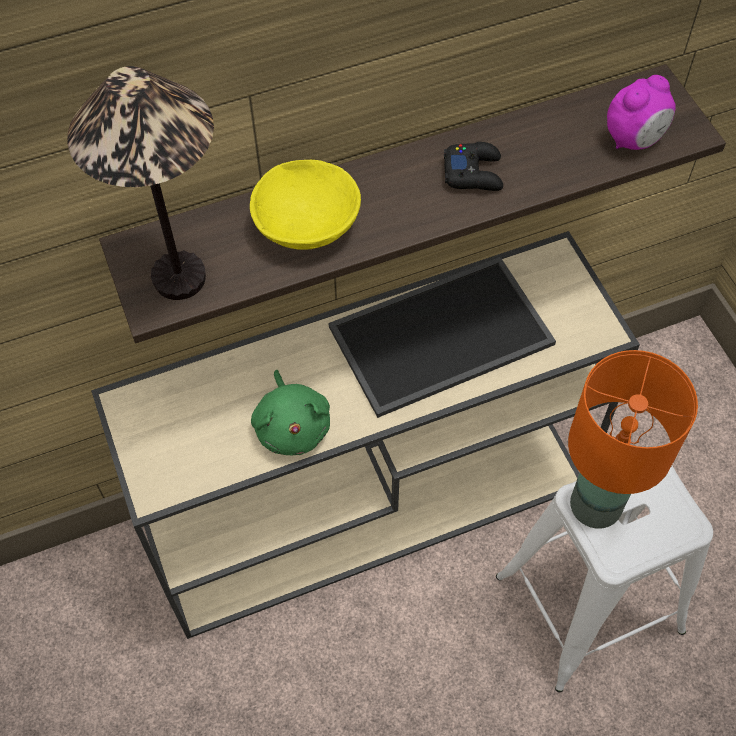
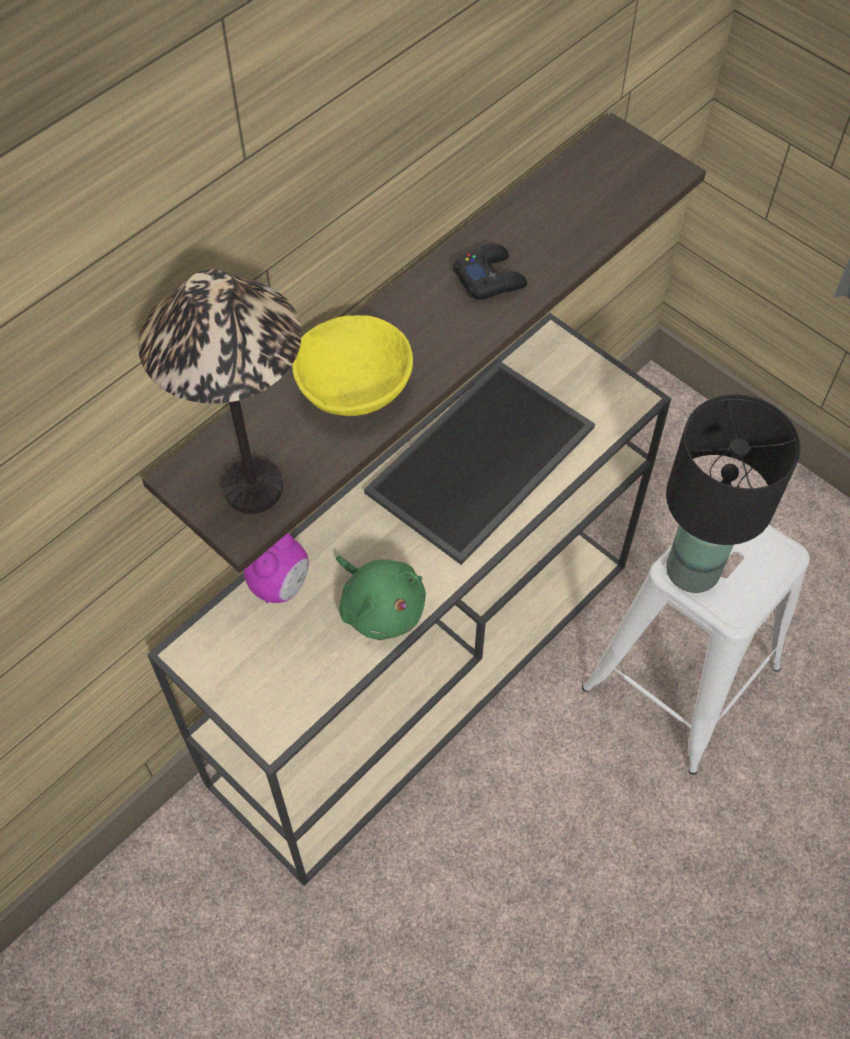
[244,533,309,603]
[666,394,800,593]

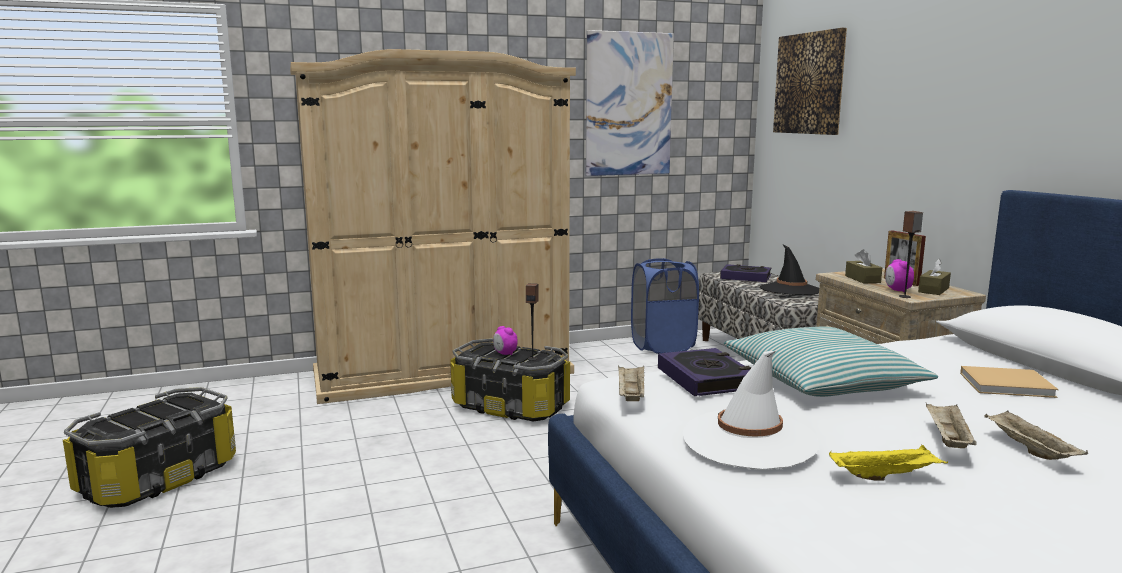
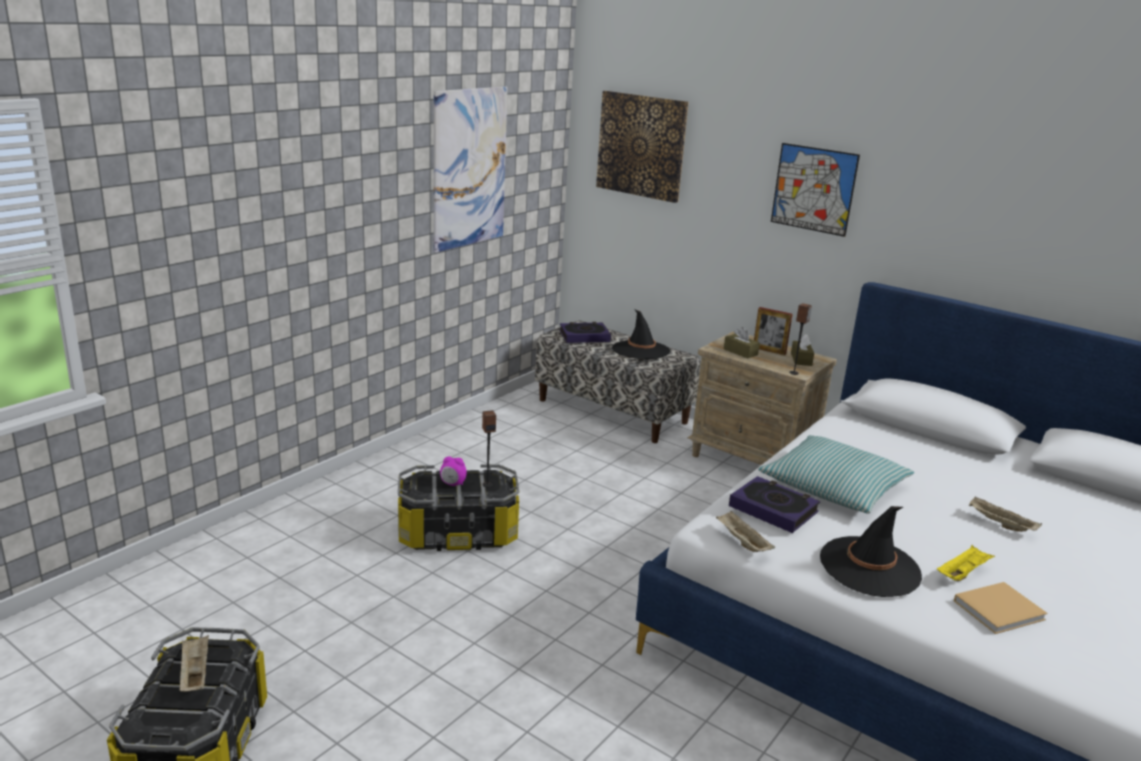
[180,635,209,692]
[771,143,860,237]
[820,506,922,597]
[954,582,1048,634]
[290,49,576,404] (first image)
[631,258,699,354] (first image)
[885,259,914,292] (first image)

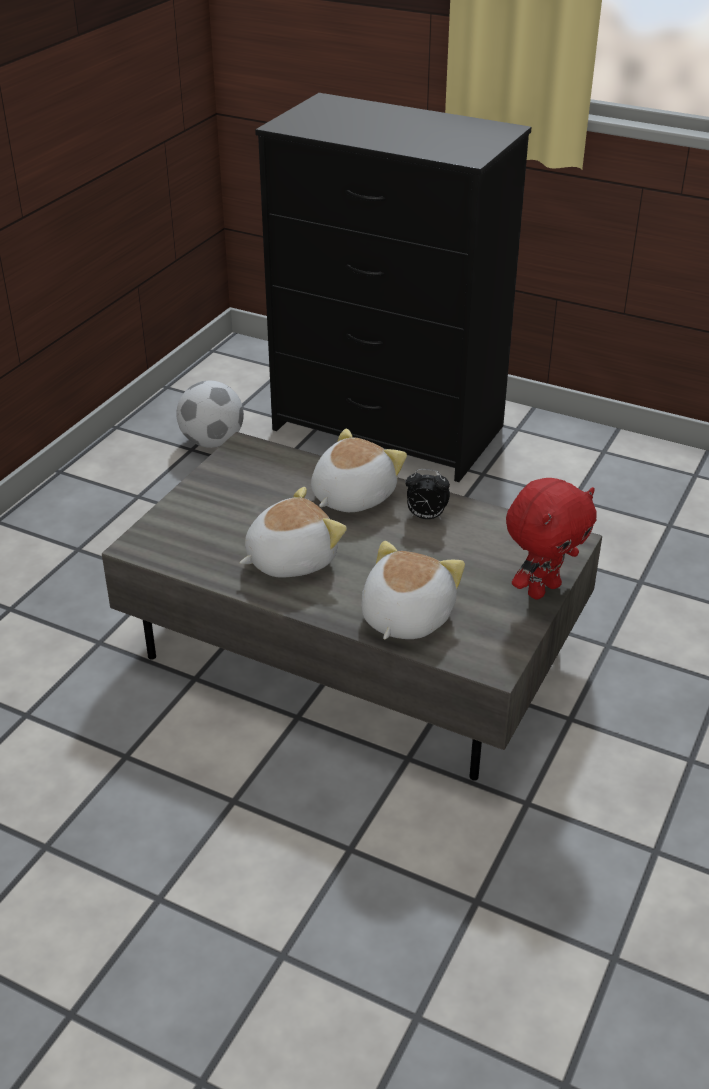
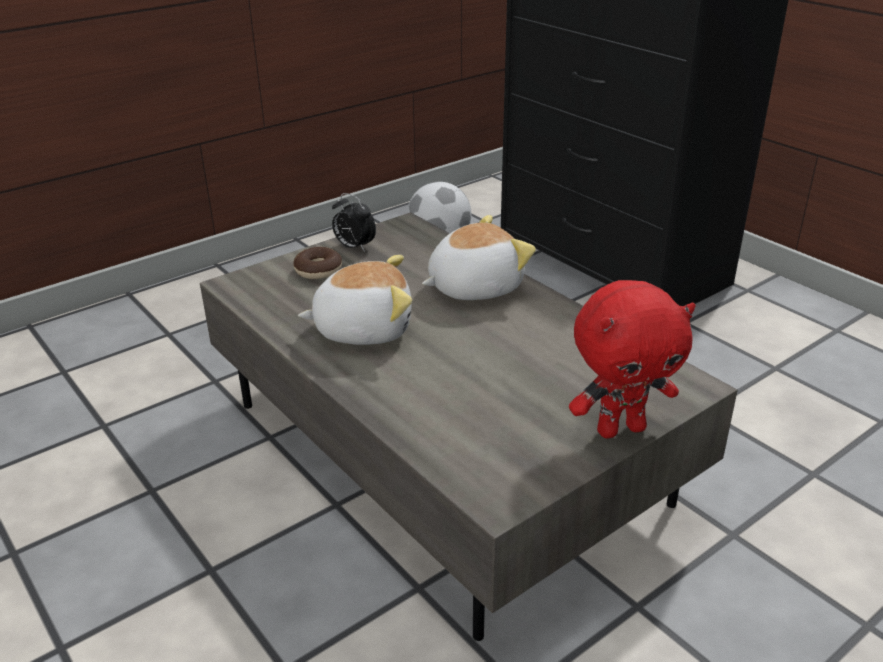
[293,247,342,279]
[332,193,376,252]
[361,541,465,639] (first image)

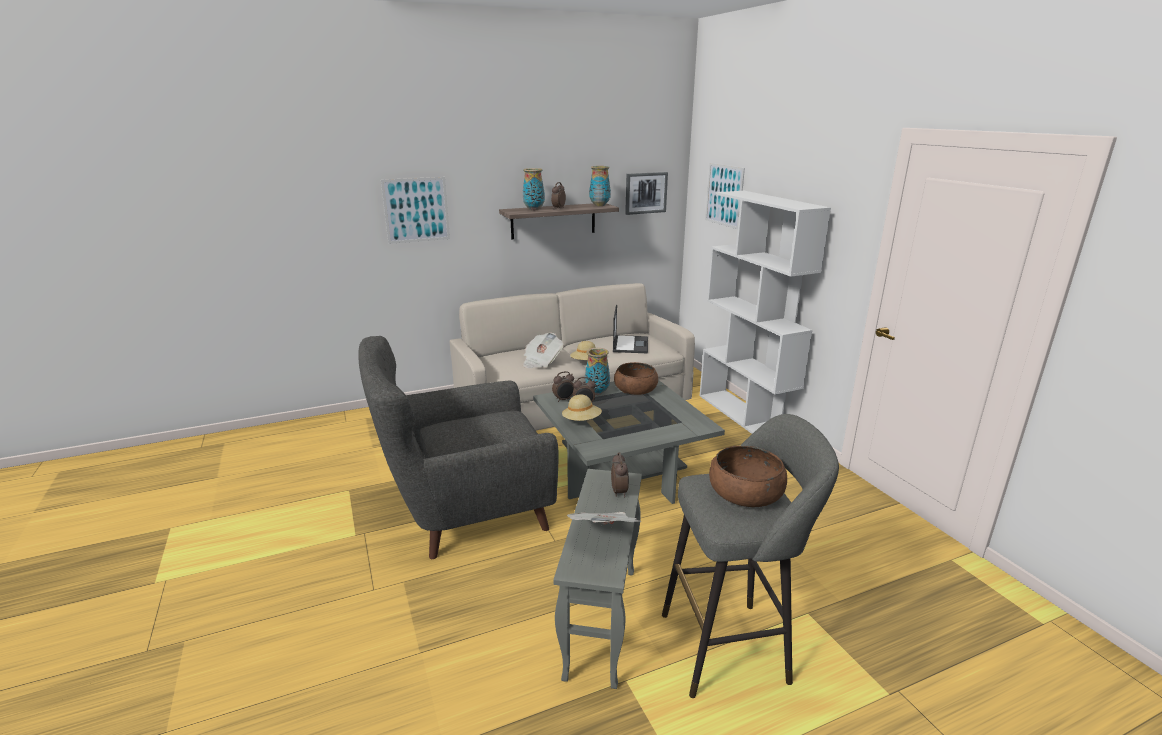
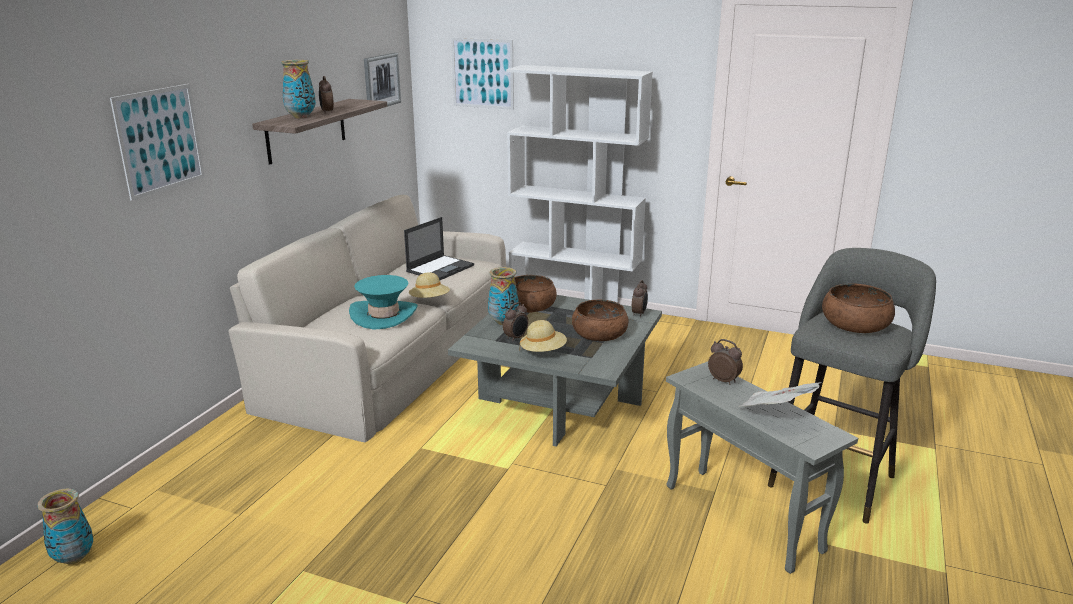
[38,488,93,564]
[349,275,418,330]
[404,217,474,280]
[572,300,629,341]
[632,280,648,317]
[358,336,559,559] (first image)

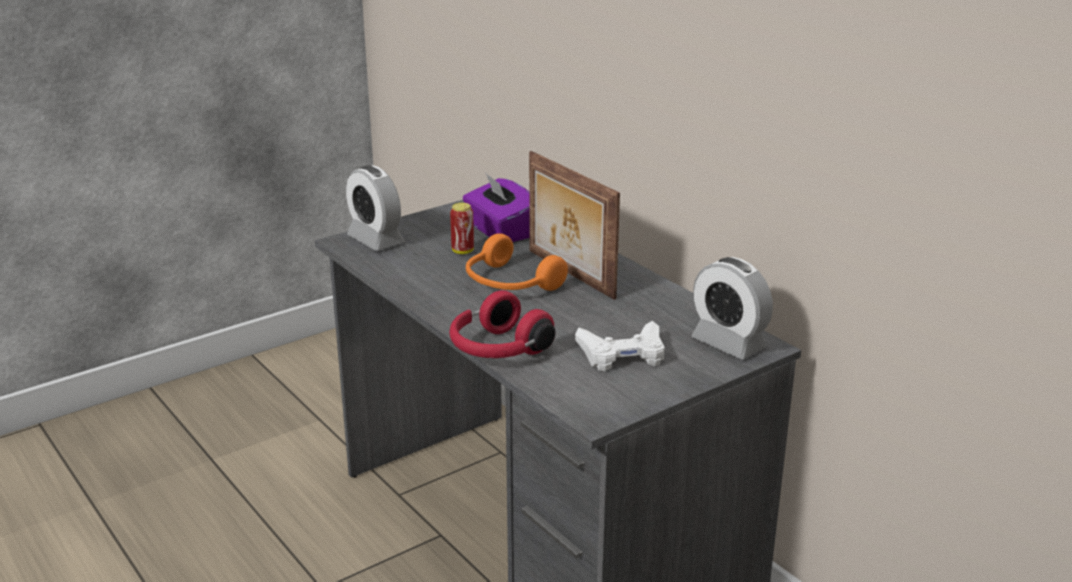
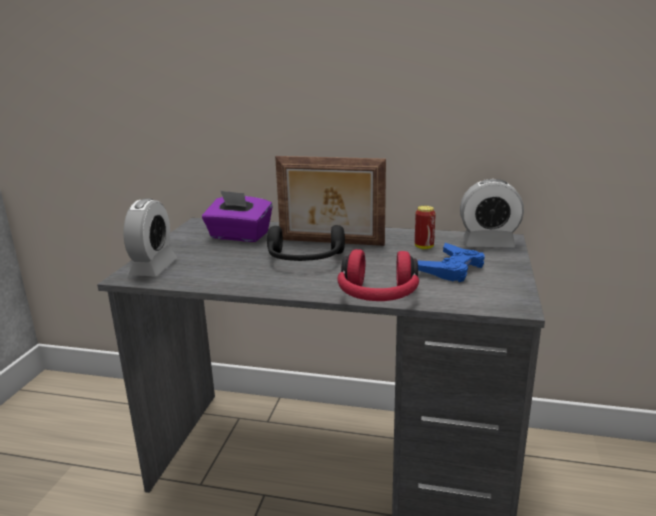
[123,198,177,276]
[267,225,345,261]
[415,206,436,249]
[417,243,485,282]

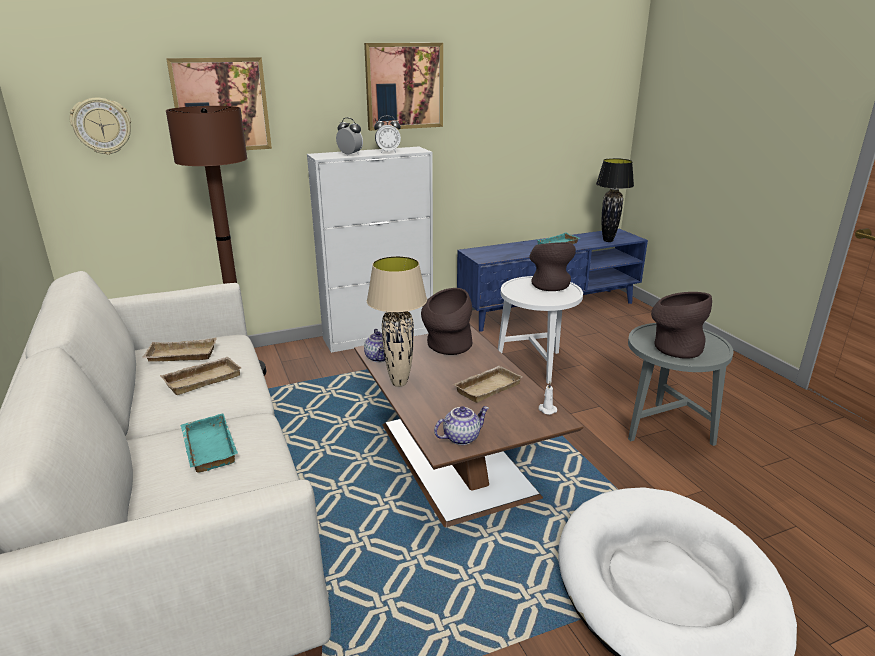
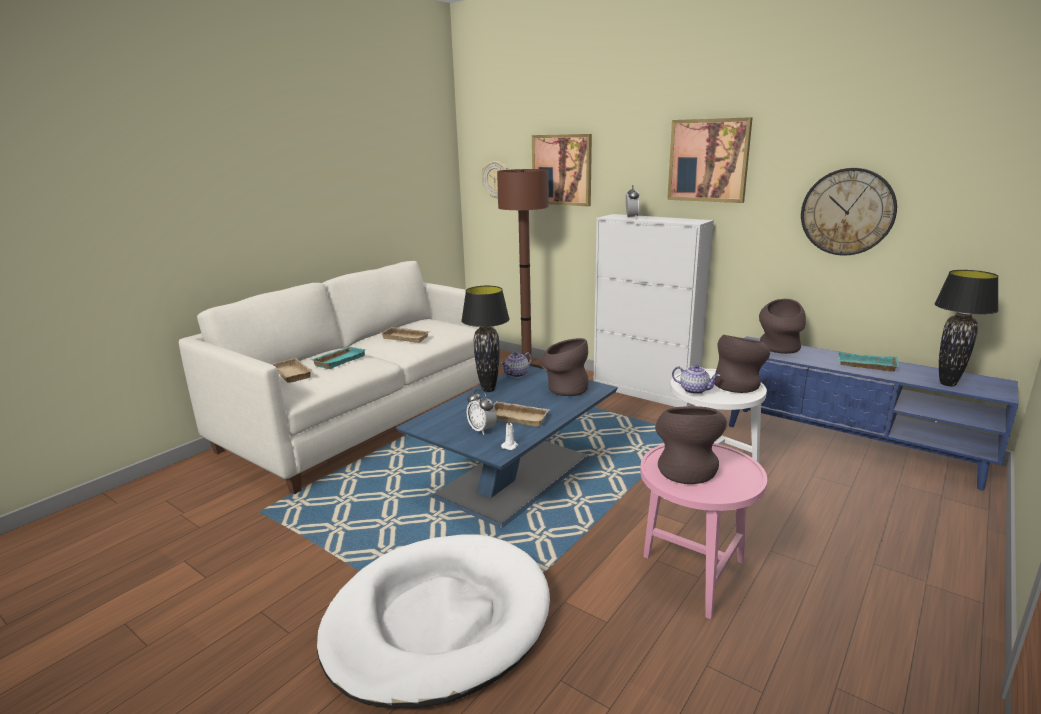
[271,358,312,383]
[396,366,618,528]
[461,286,510,392]
[466,389,497,435]
[640,443,767,619]
[672,364,720,394]
[759,299,806,354]
[801,168,897,256]

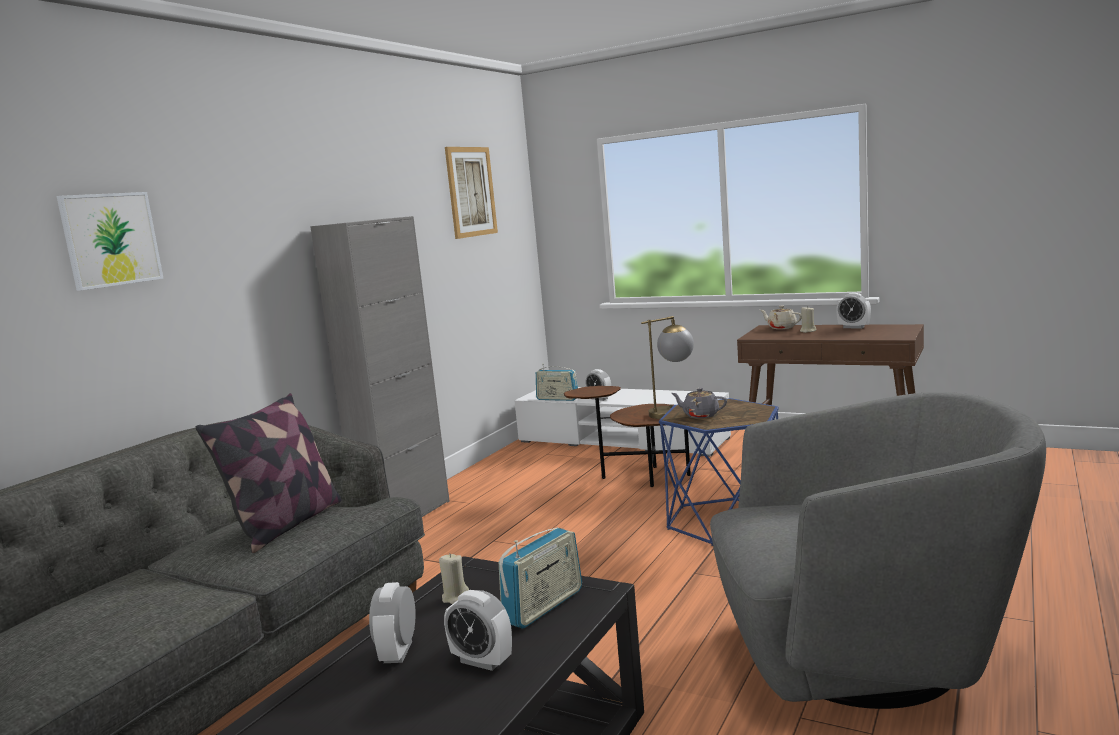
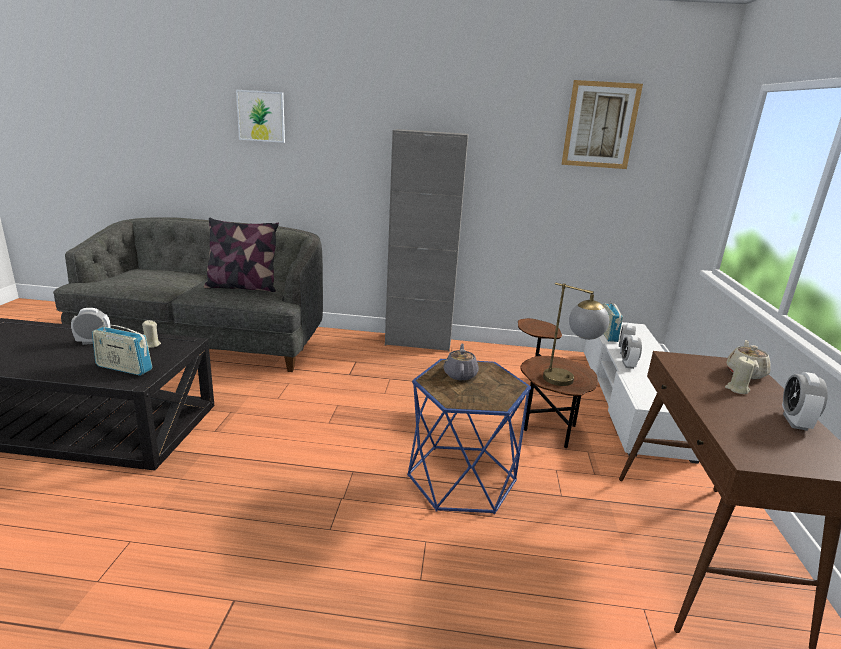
[621,335,642,369]
[710,392,1046,709] (first image)

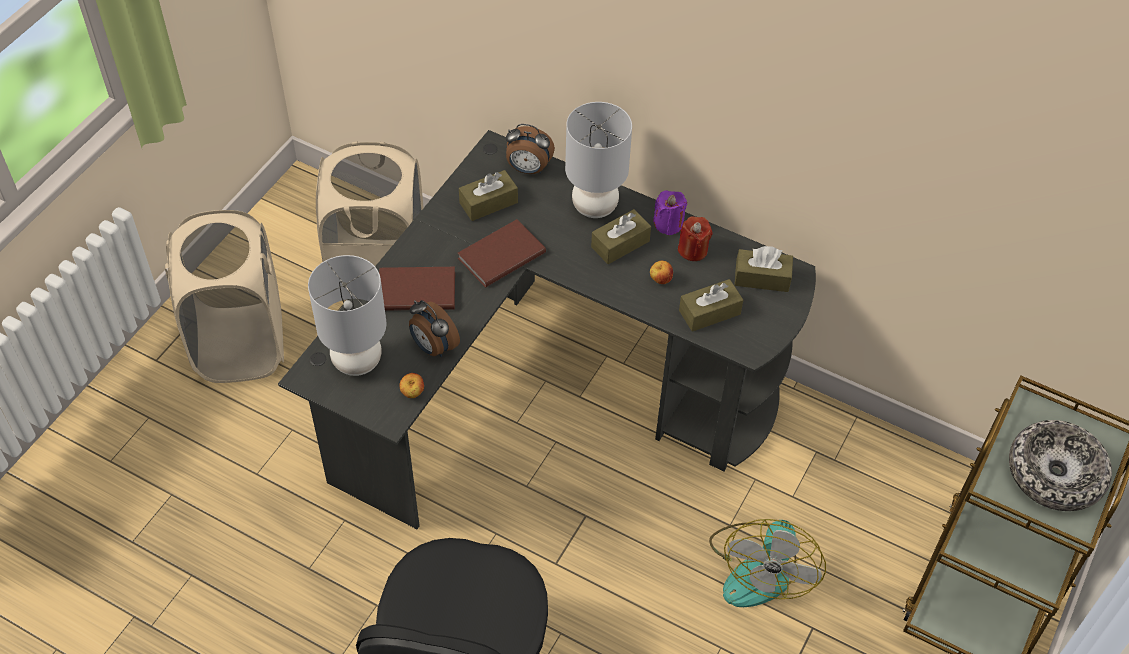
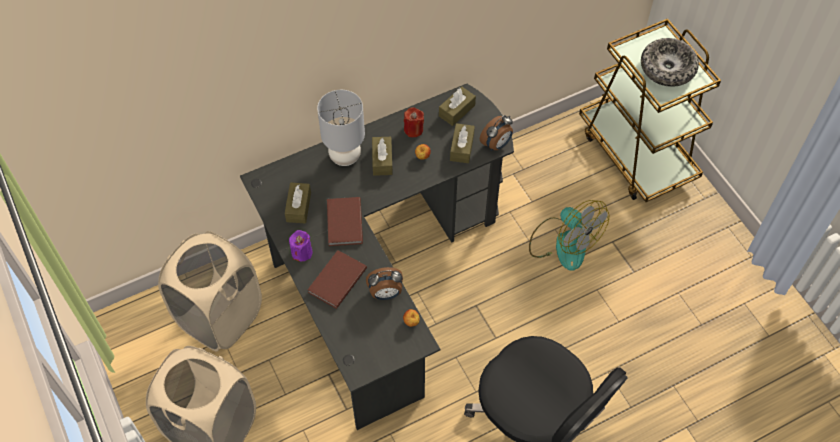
[289,230,313,262]
[480,115,513,151]
[308,255,386,376] (first image)

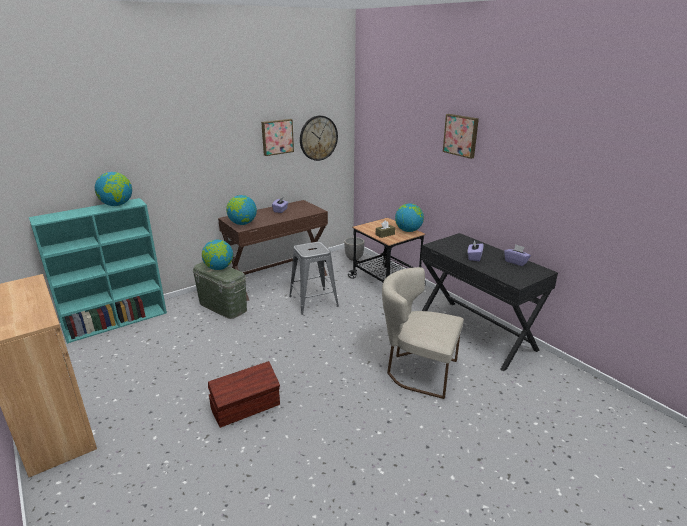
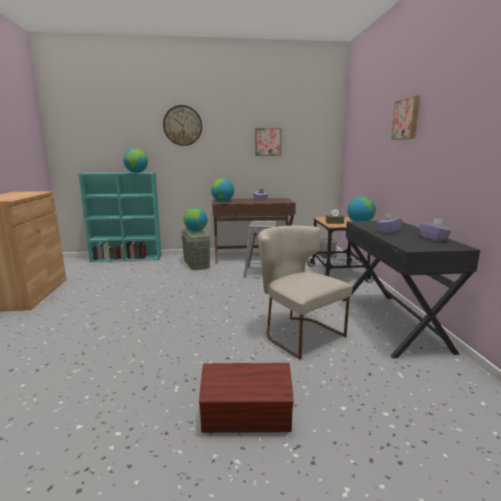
[163,105,202,146]
[199,363,294,433]

